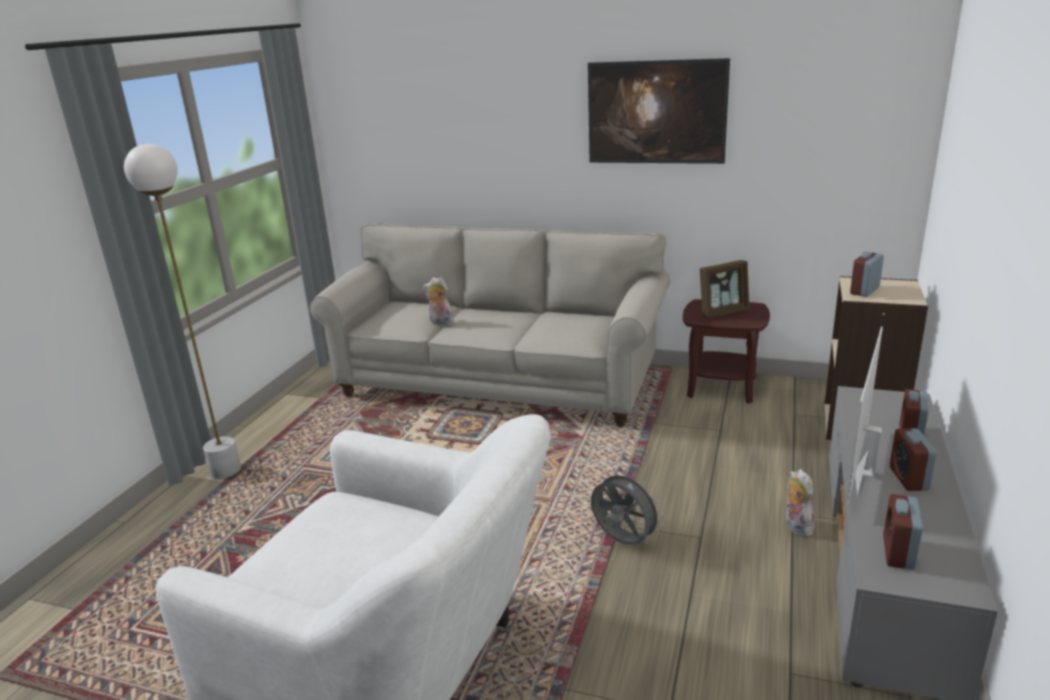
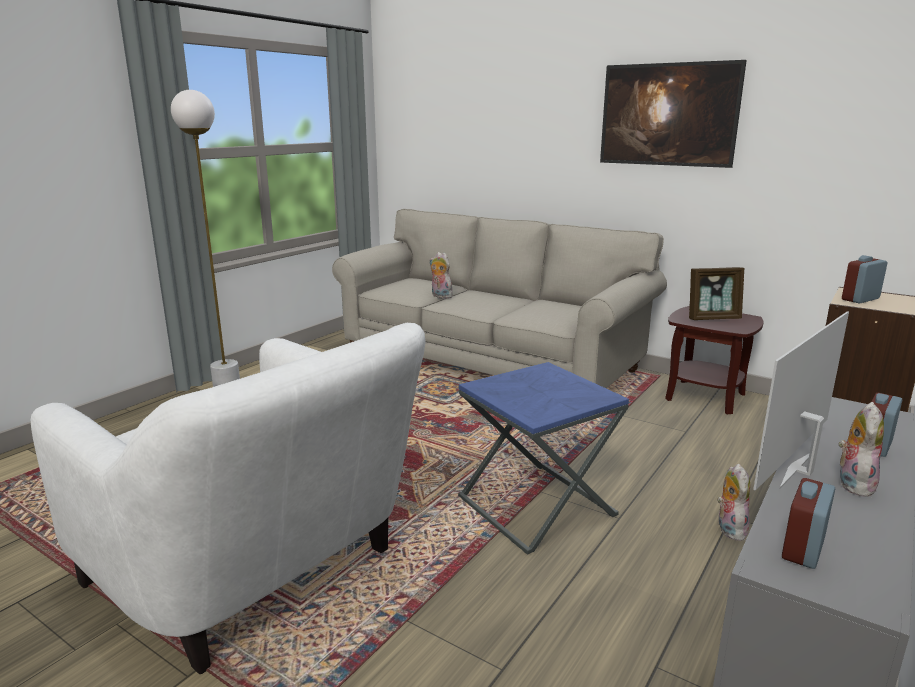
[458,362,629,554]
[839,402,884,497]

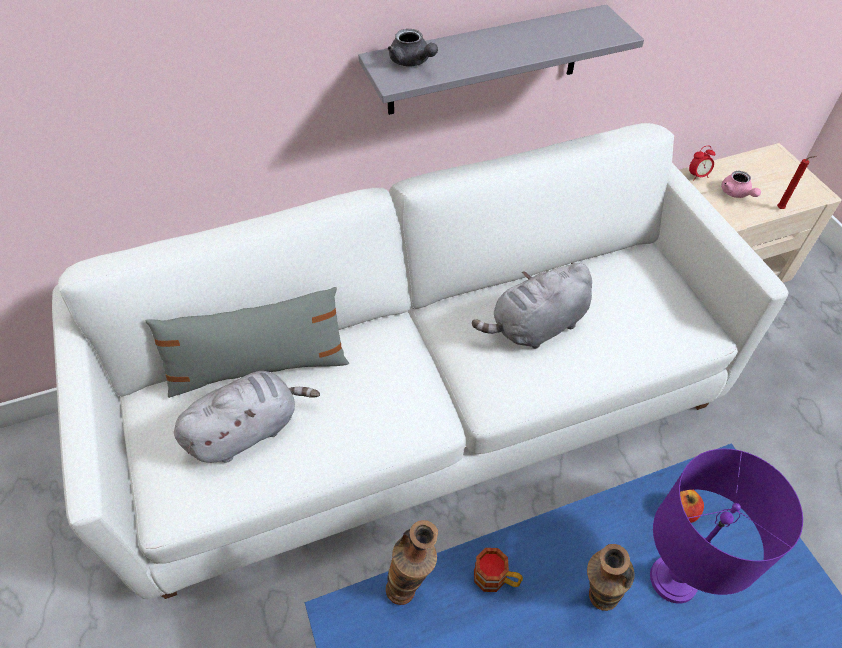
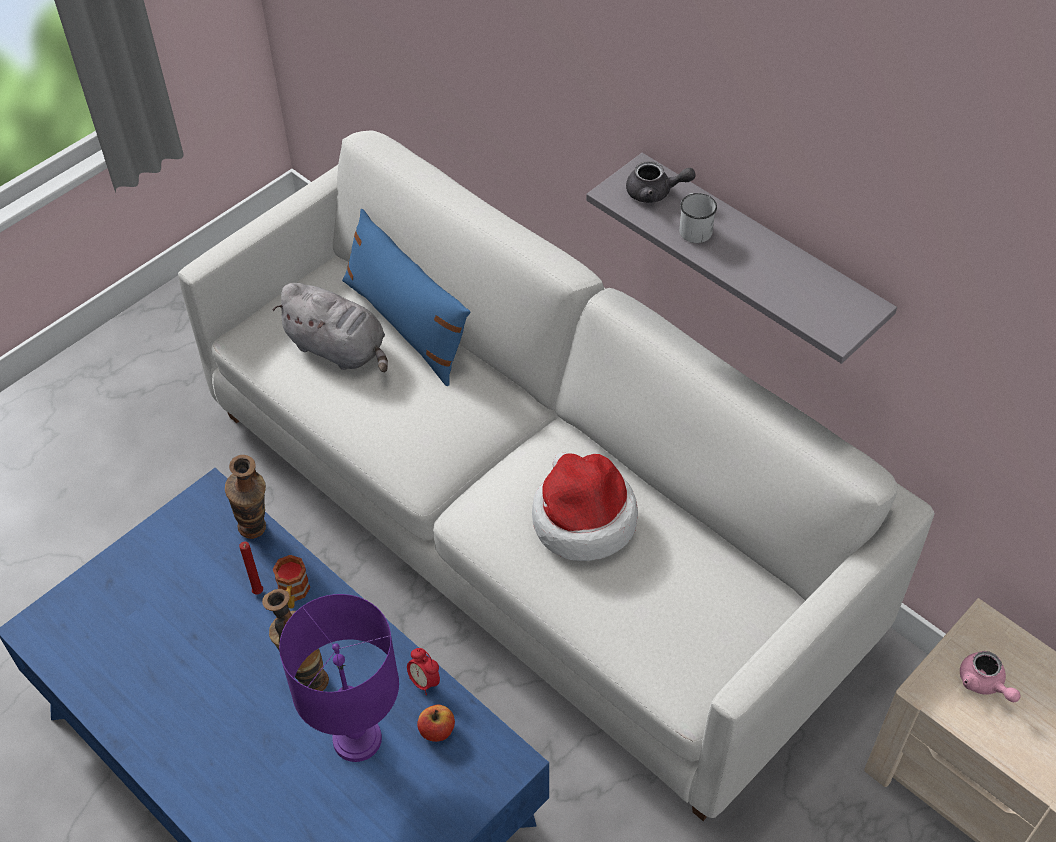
[239,542,263,595]
[342,209,470,386]
[407,648,440,695]
[532,453,638,561]
[626,161,696,203]
[679,193,717,243]
[960,651,1020,702]

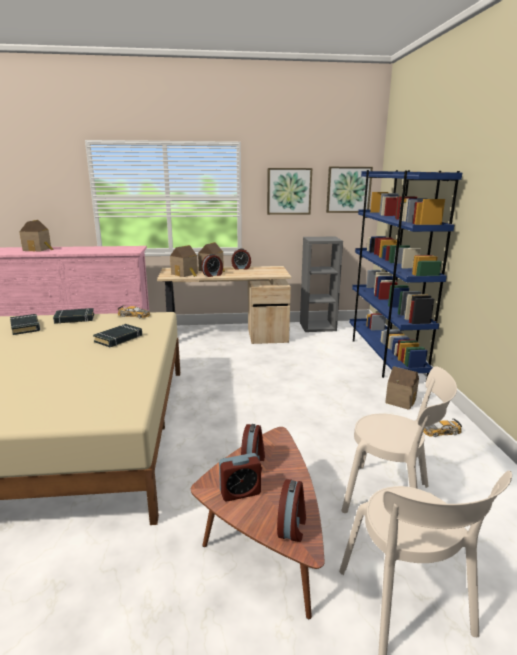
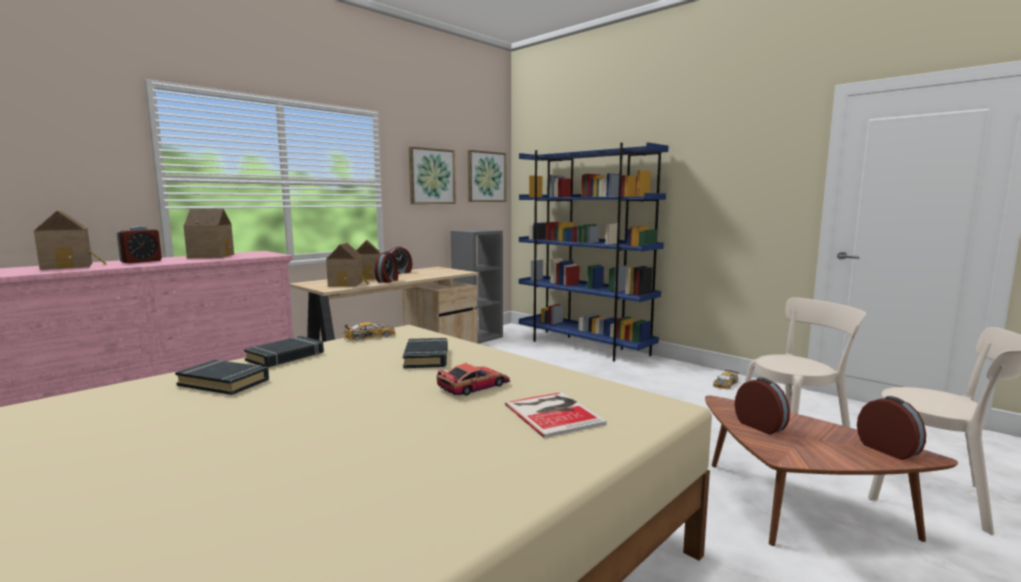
[117,226,162,263]
[184,209,234,258]
[437,363,510,396]
[505,392,607,438]

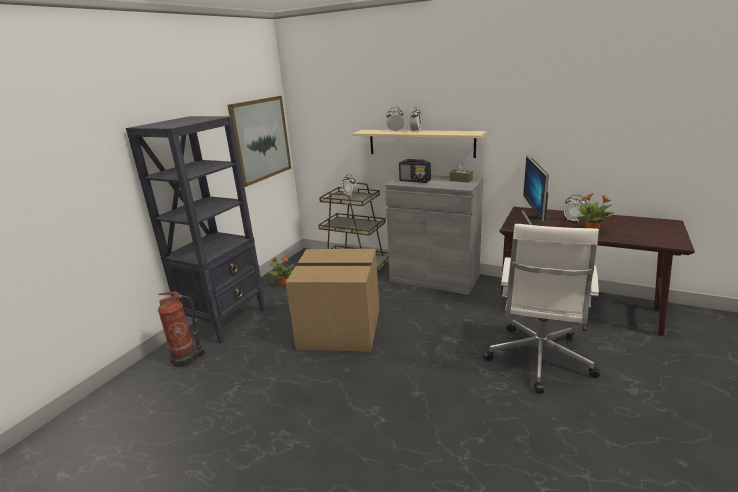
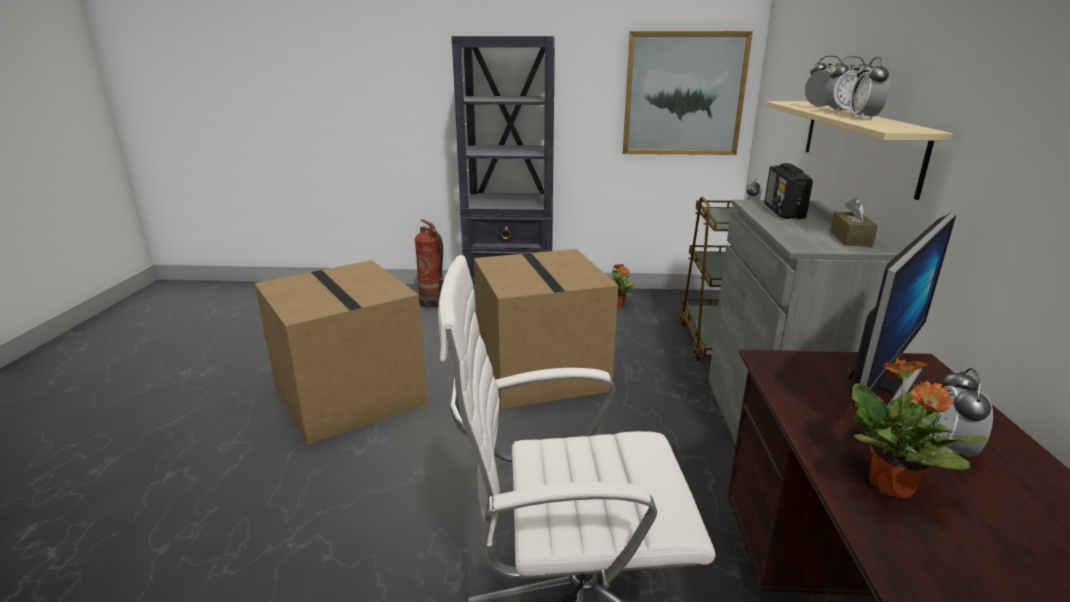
[254,260,428,445]
[848,213,956,407]
[850,57,890,119]

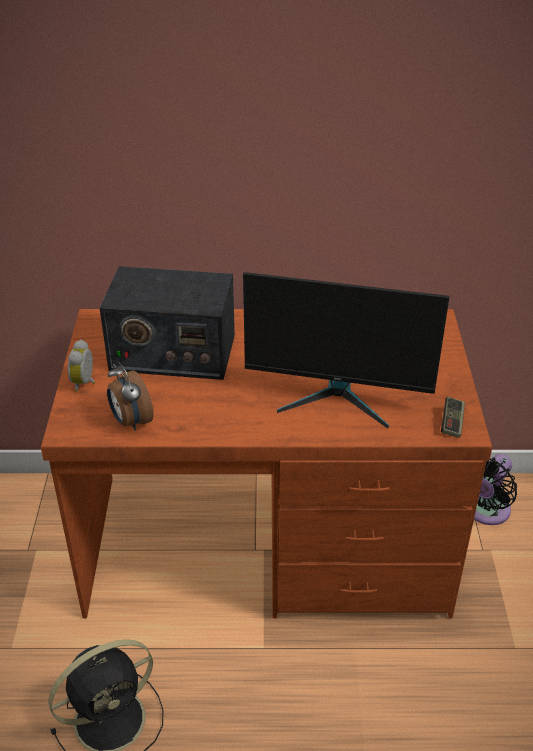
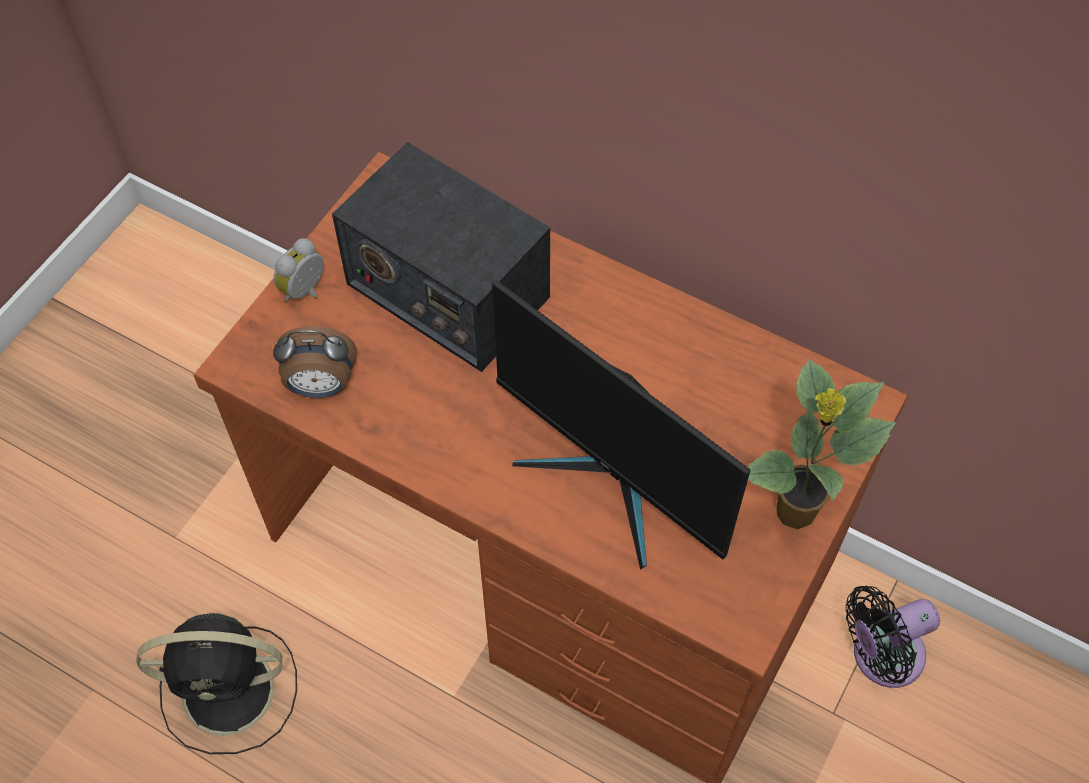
[273,326,357,398]
[748,359,896,530]
[441,397,465,438] (first image)

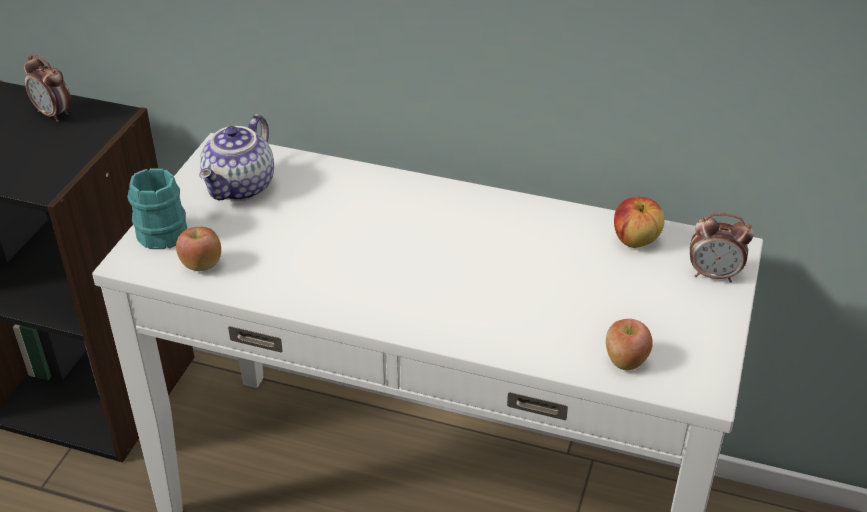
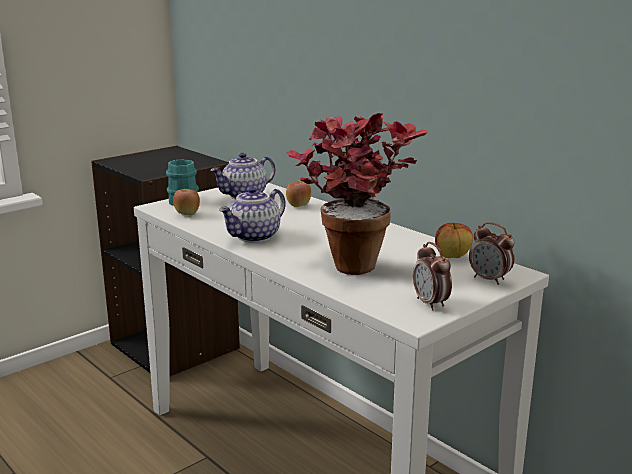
[219,187,286,243]
[286,113,428,275]
[286,181,311,207]
[413,242,452,311]

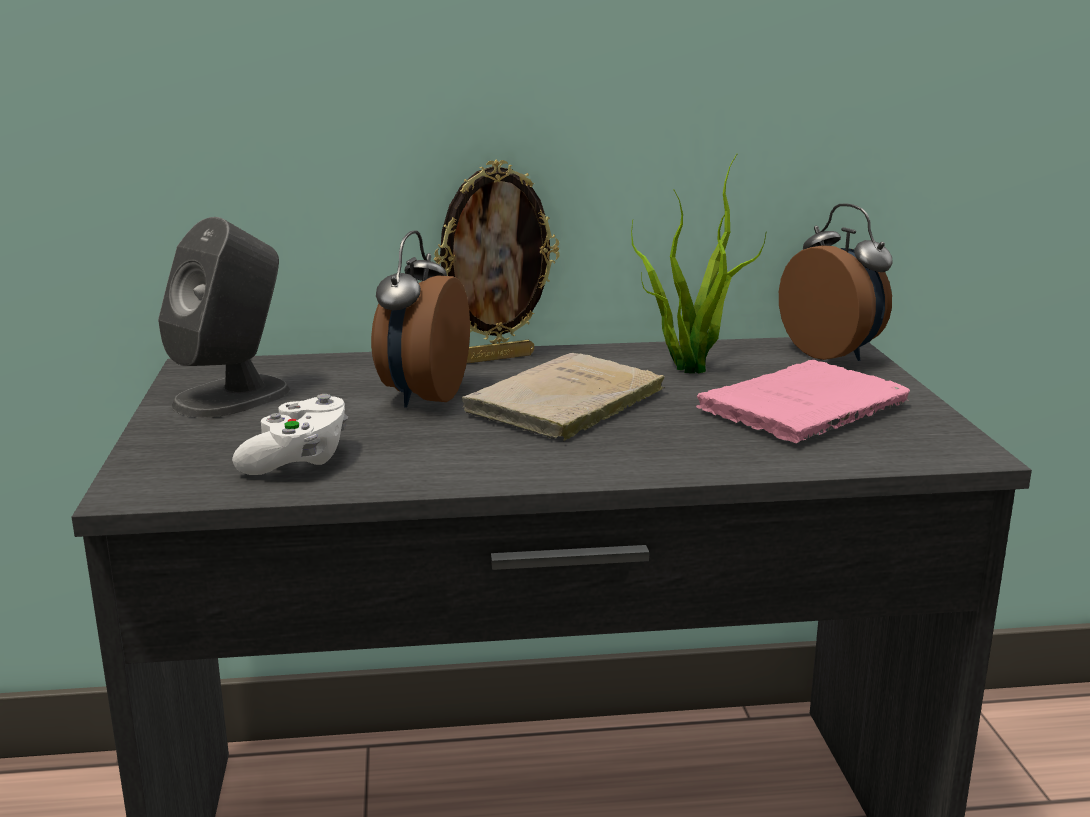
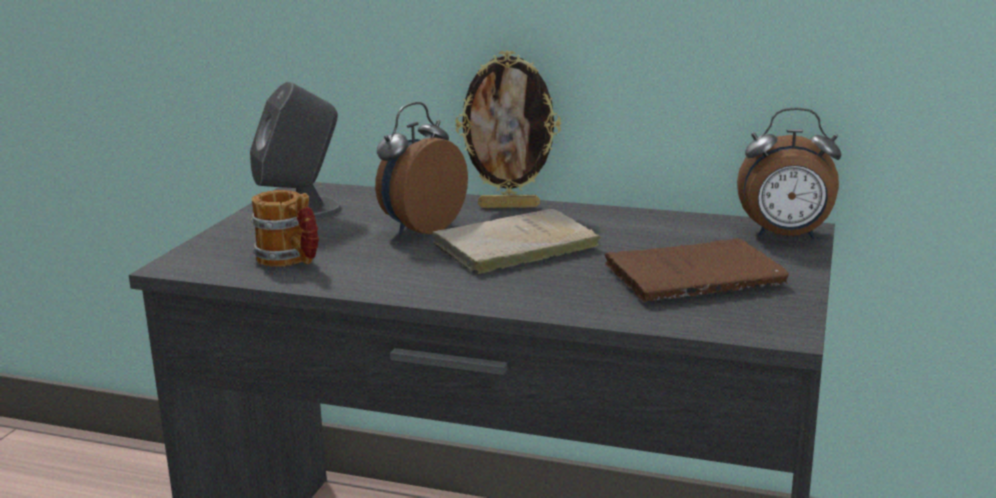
[251,190,319,267]
[604,238,789,302]
[737,108,841,239]
[631,154,767,373] (first image)

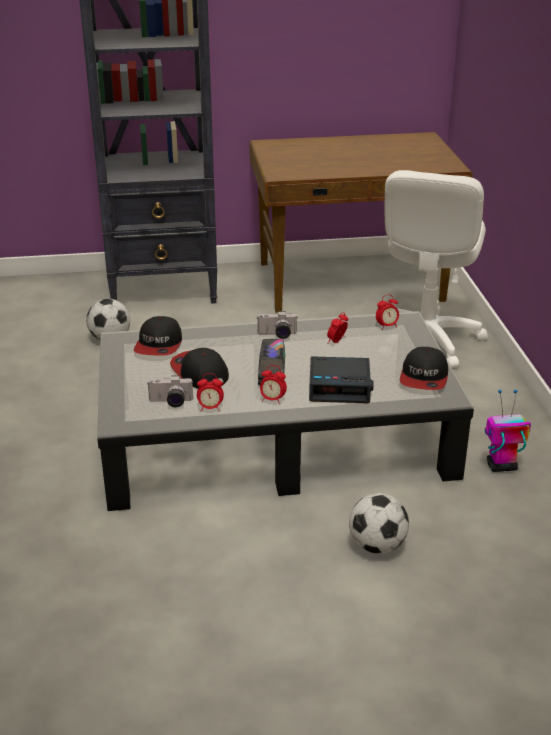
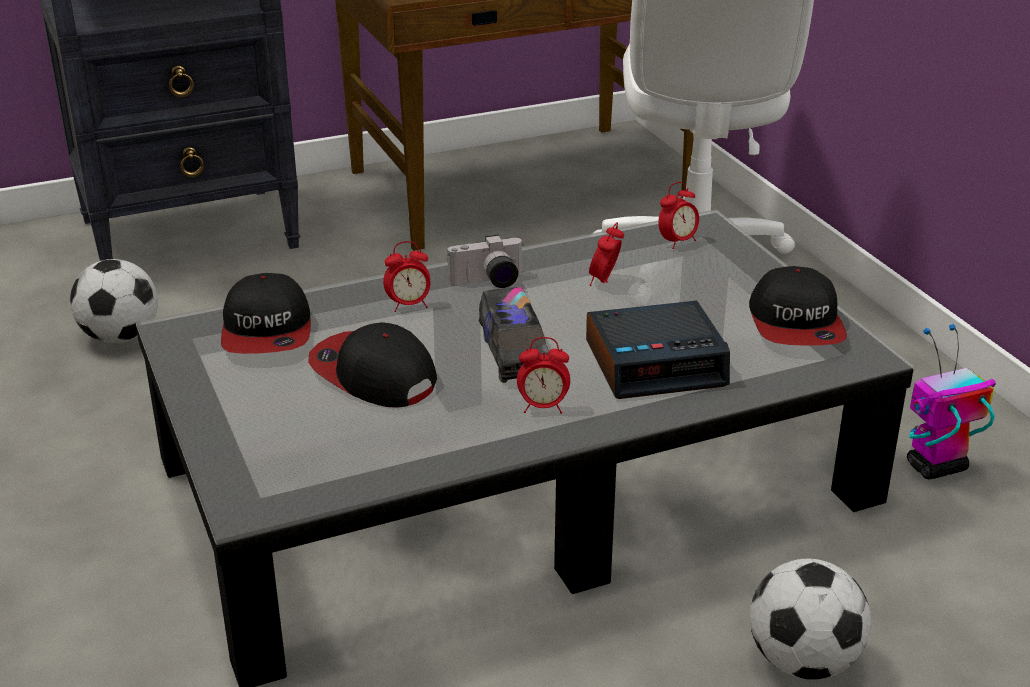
[383,241,430,312]
[147,375,193,407] (first image)

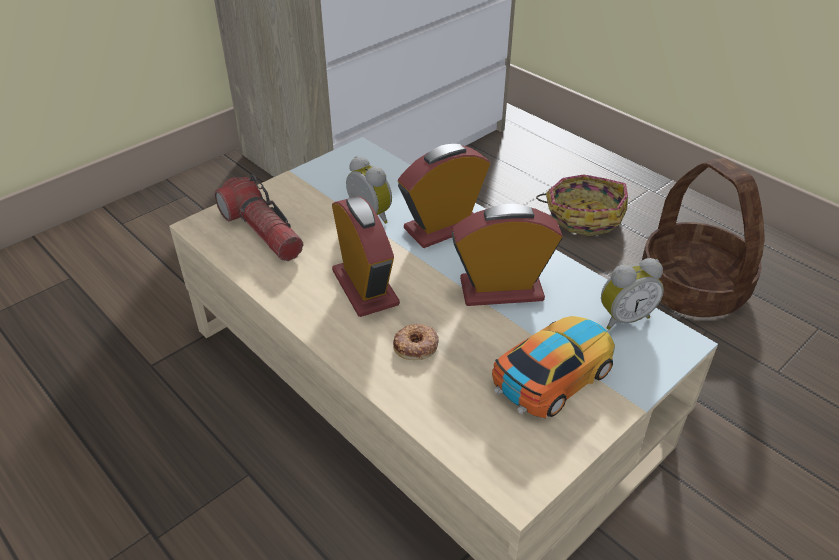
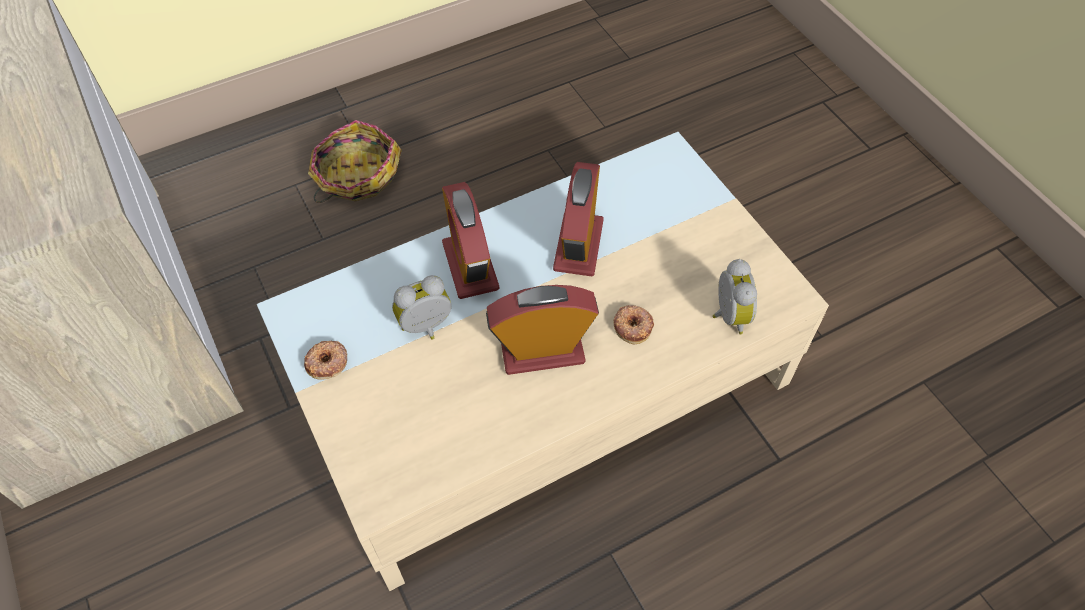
[304,341,347,380]
[712,259,757,334]
[214,174,303,261] (first image)
[492,316,615,418] (first image)
[642,158,765,317] (first image)

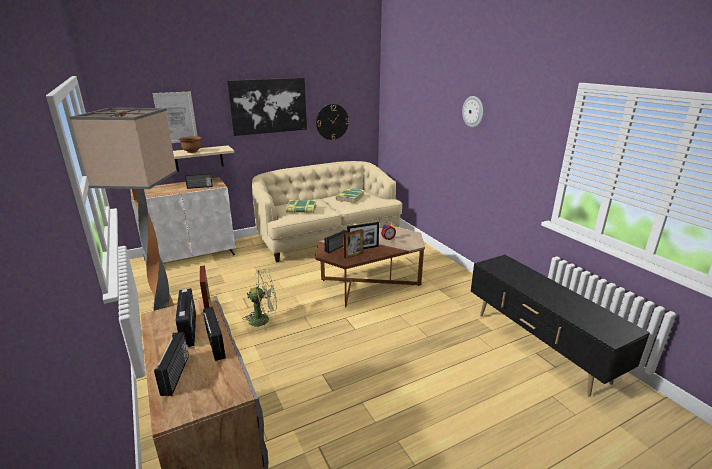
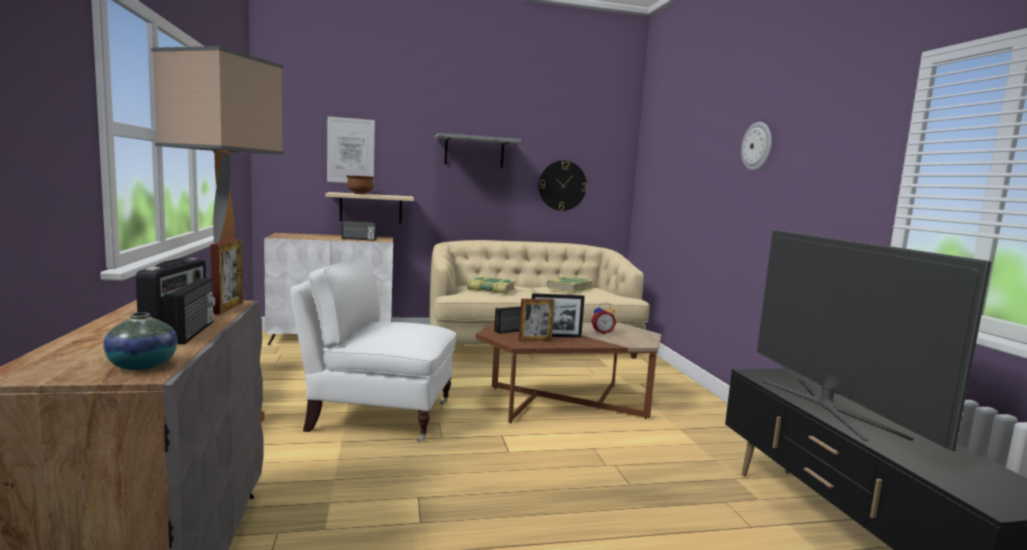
[103,312,178,370]
[290,256,456,442]
[435,133,521,168]
[757,230,992,451]
[154,332,189,396] (first image)

